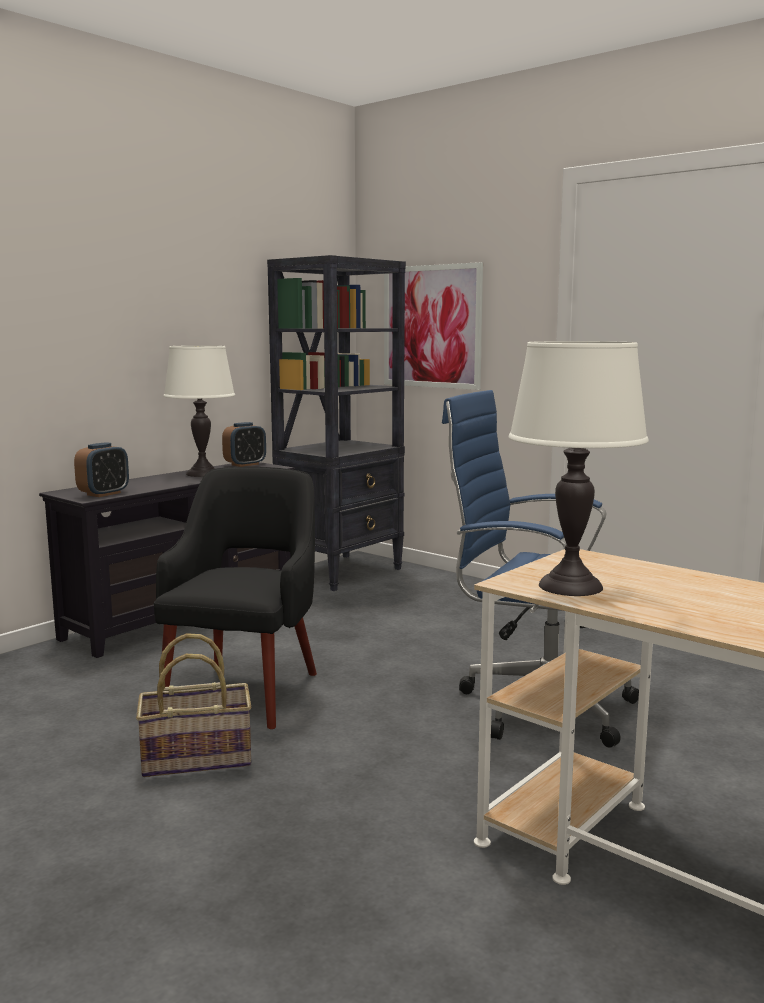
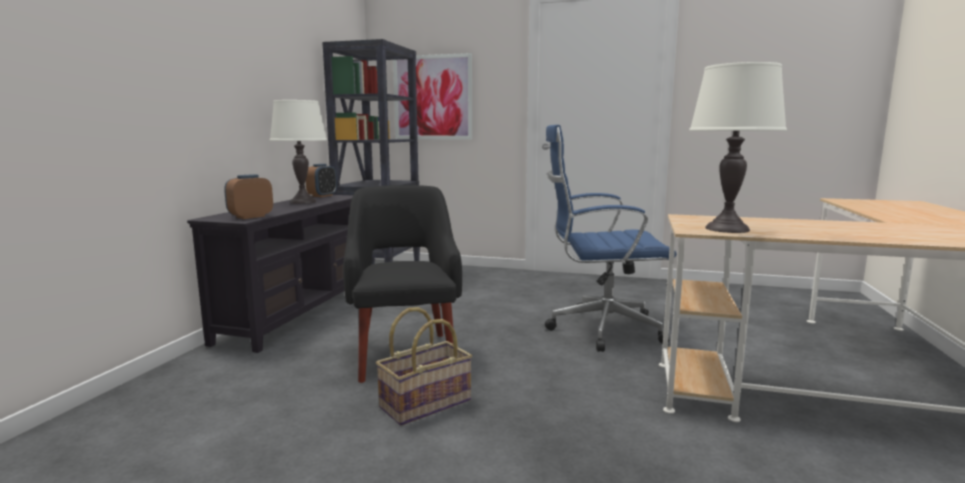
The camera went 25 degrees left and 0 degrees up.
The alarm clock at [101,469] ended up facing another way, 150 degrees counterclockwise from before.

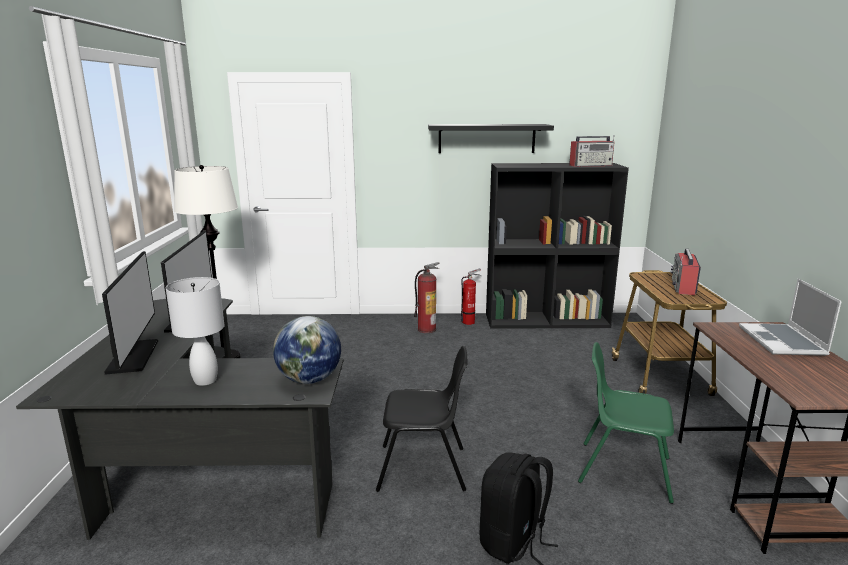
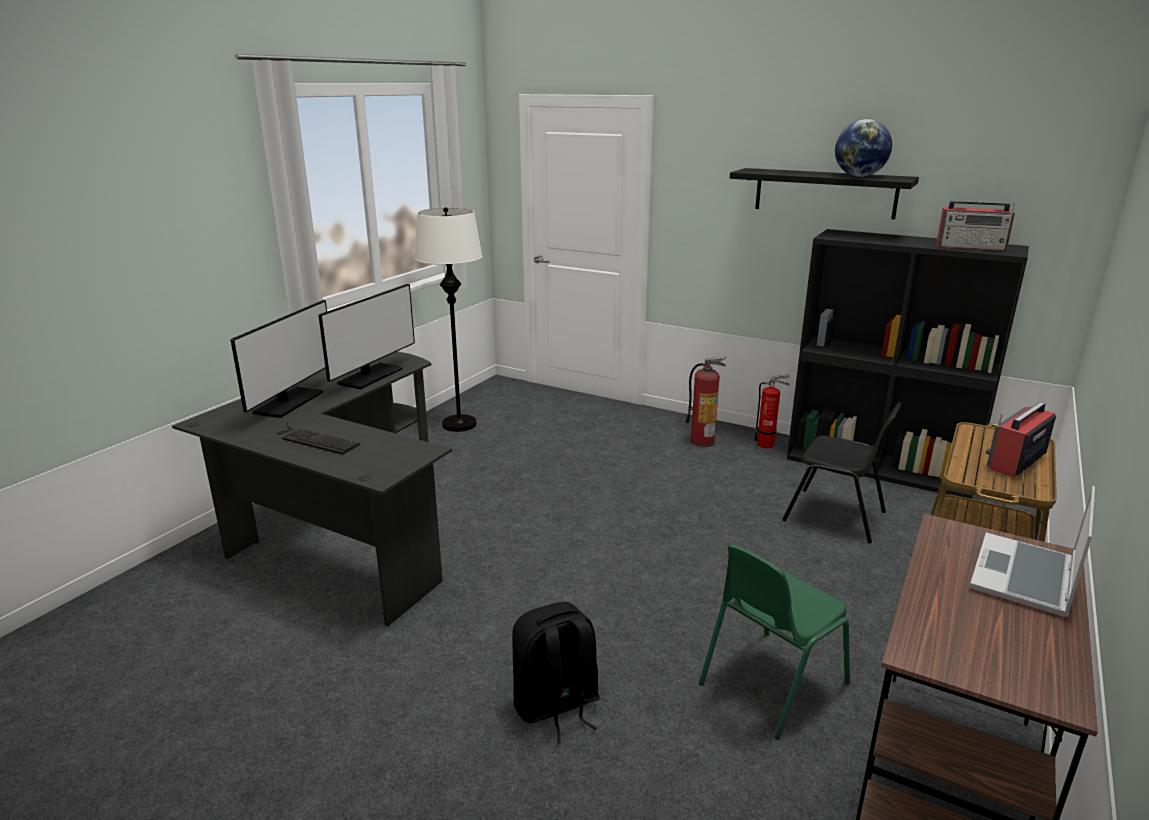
The camera went 30 degrees right and 5 degrees up.
The globe ended up elsewhere, having gone from [307,350] to [863,148].
The black chair ended up elsewhere, having gone from [422,419] to [842,472].
Where the white table lamp stood at [195,331], the keyboard came to stand at [318,438].
The green chair at [626,423] ended up facing another way, 90 degrees counterclockwise from before.

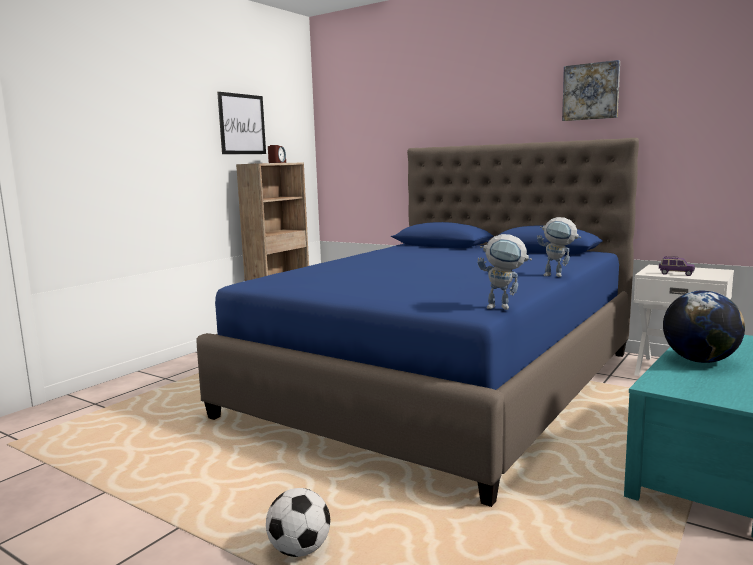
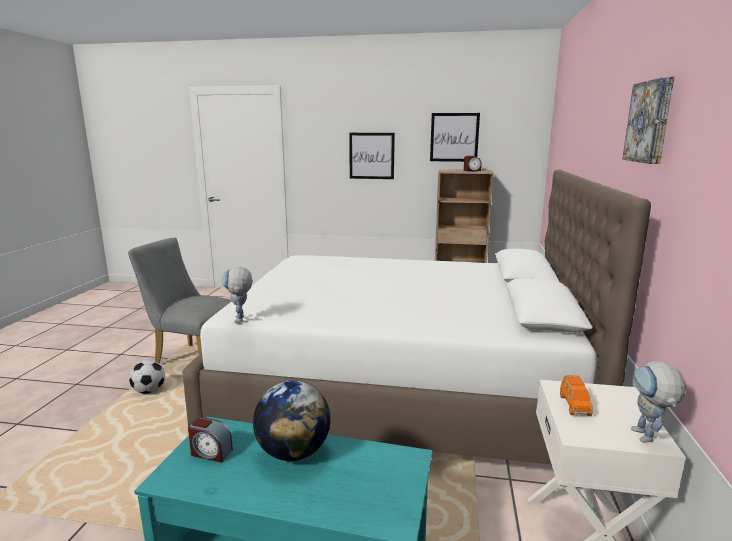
The camera went 65 degrees right and 5 degrees up.
The second view gained the grey chair at [180,301].
The second view gained the alarm clock at [210,440].
The second view gained the picture at [372,156].
The toy robot ended up elsewhere, having gone from [559,247] to [658,402].
What was the blue bed at [417,322] turned into the white bed at [416,316].
What was the purple toy car at [677,266] turned into the orange toy car at [576,395].

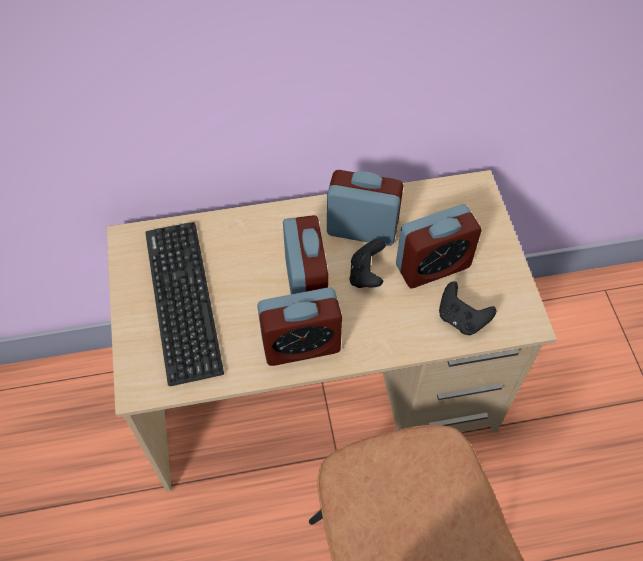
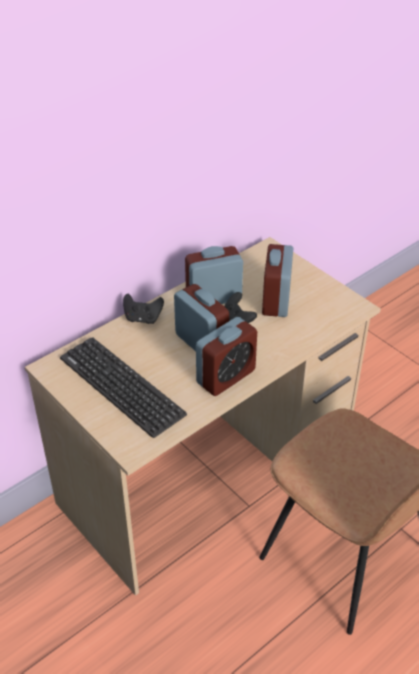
The camera went 30 degrees left and 15 degrees down.
The black game controller ended up elsewhere, having gone from [467,308] to [143,309].
The alarm clock at [439,246] ended up facing another way, 150 degrees clockwise from before.

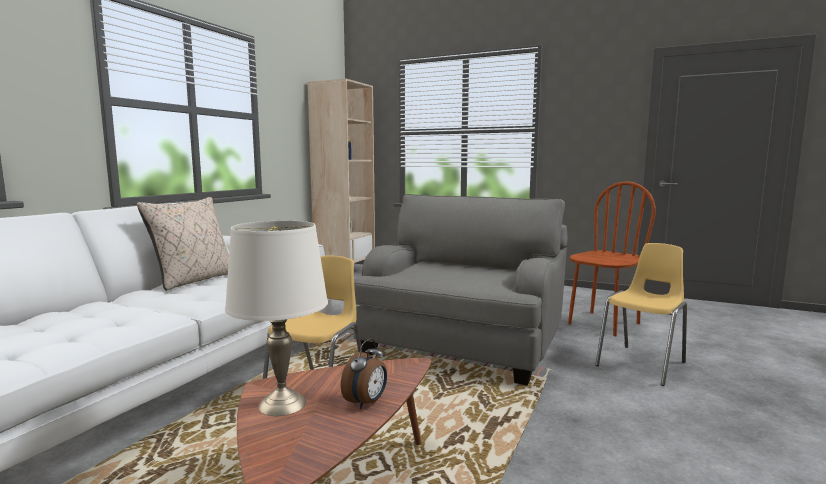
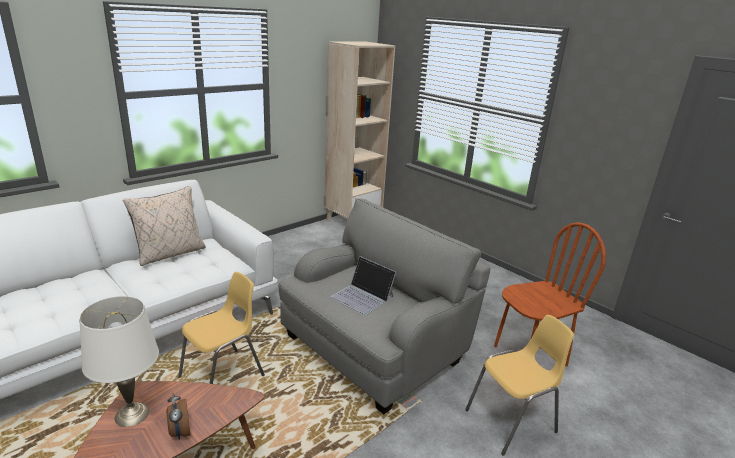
The camera went 20 degrees right and 15 degrees up.
The second view gained the laptop at [363,285].
The alarm clock at [364,373] ended up facing another way, 105 degrees clockwise from before.

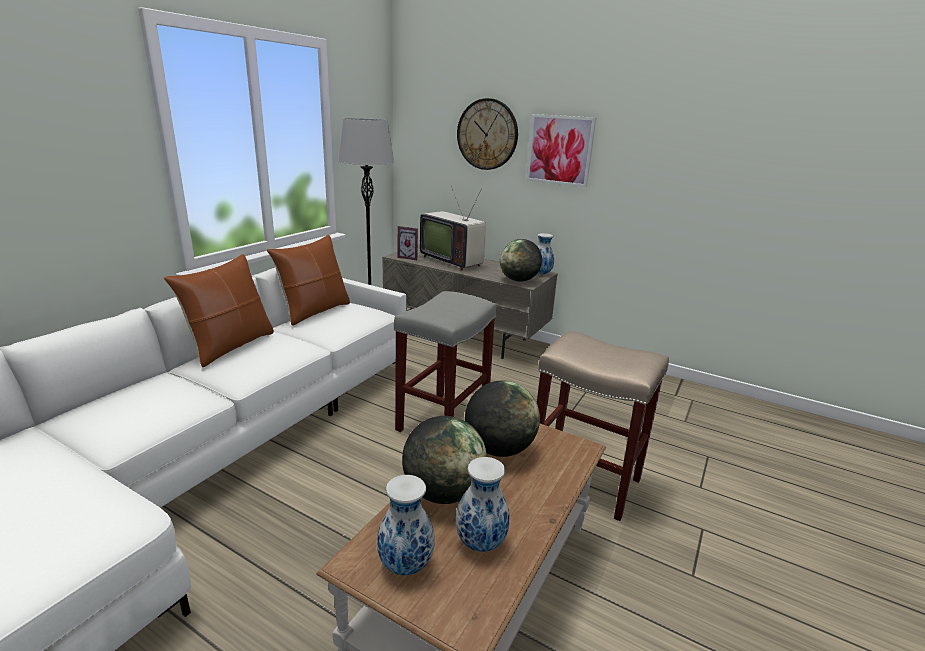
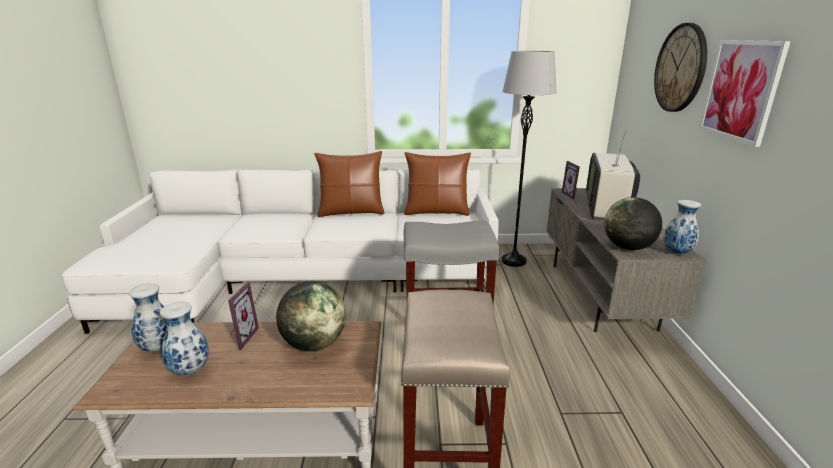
The camera went 60 degrees right and 0 degrees up.
Where the globe stood at [444,460], the picture frame came to stand at [243,315].

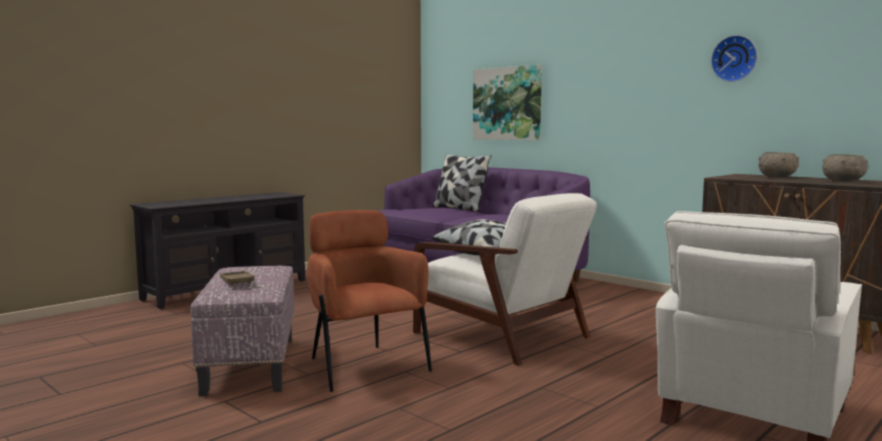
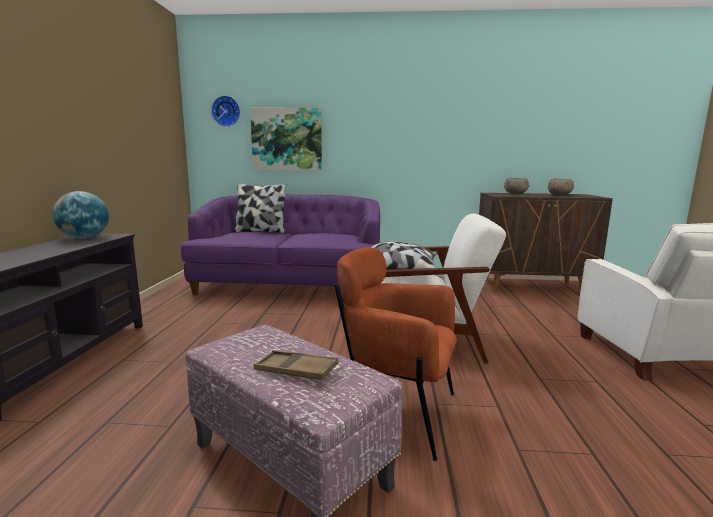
The camera went 40 degrees left and 5 degrees up.
The second view gained the globe at [80,215].
The wall clock ended up elsewhere, having gone from [734,58] to [225,111].

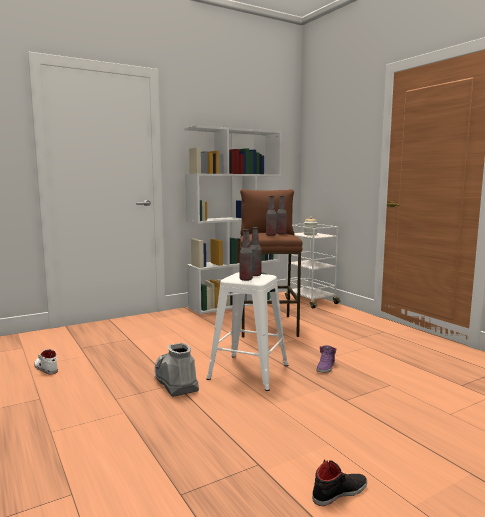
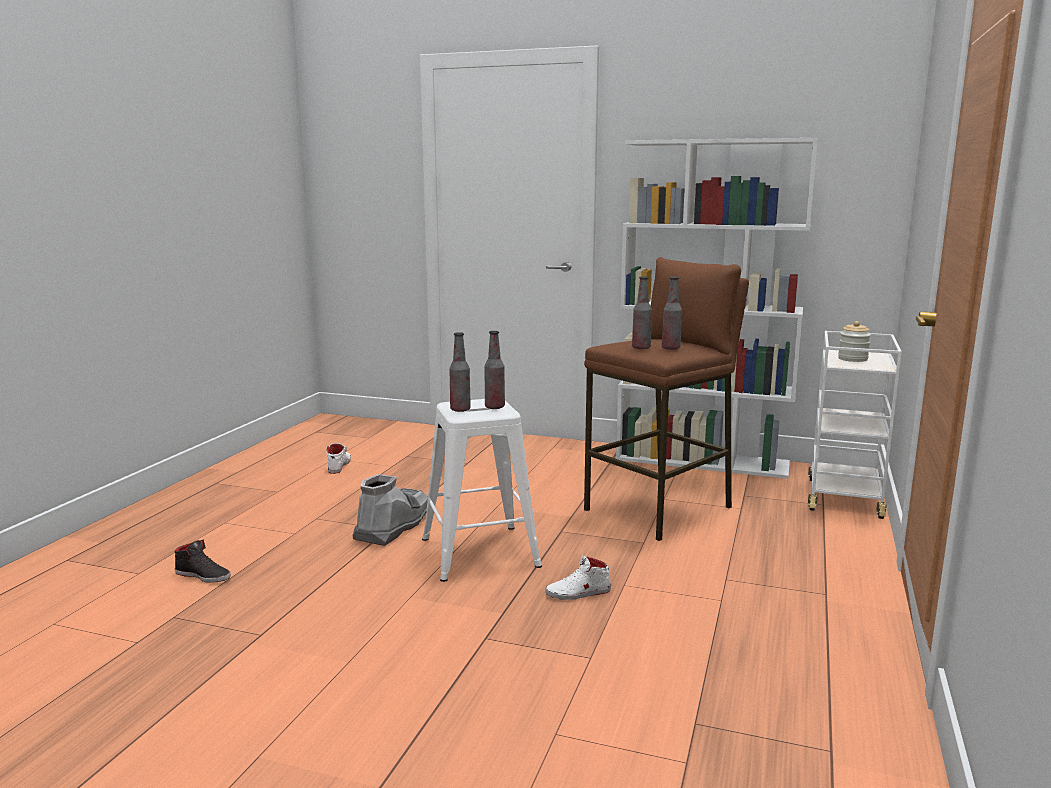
The camera went 50 degrees right and 5 degrees up.
The black shoe ended up elsewhere, having gone from [339,482] to [203,561].
What was the purple shoe at [326,359] turned into the white shoe at [578,577].

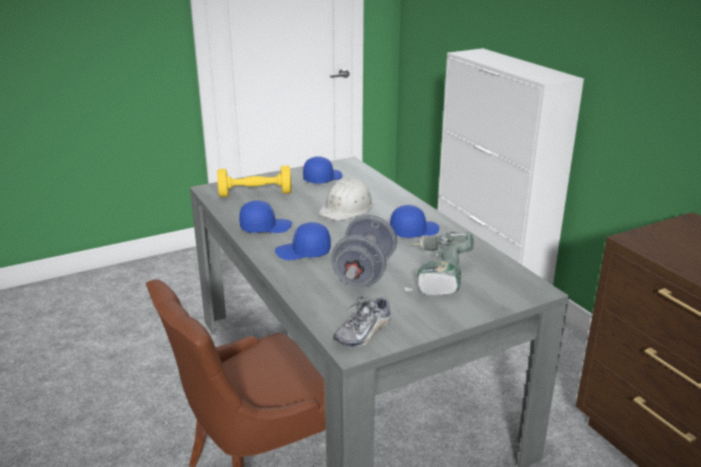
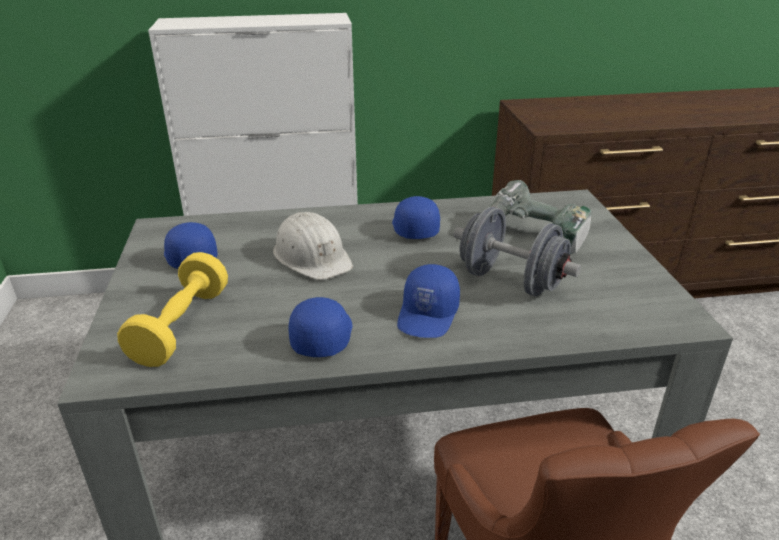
The camera went 70 degrees left and 5 degrees up.
The second view lost the shoe at [362,321].

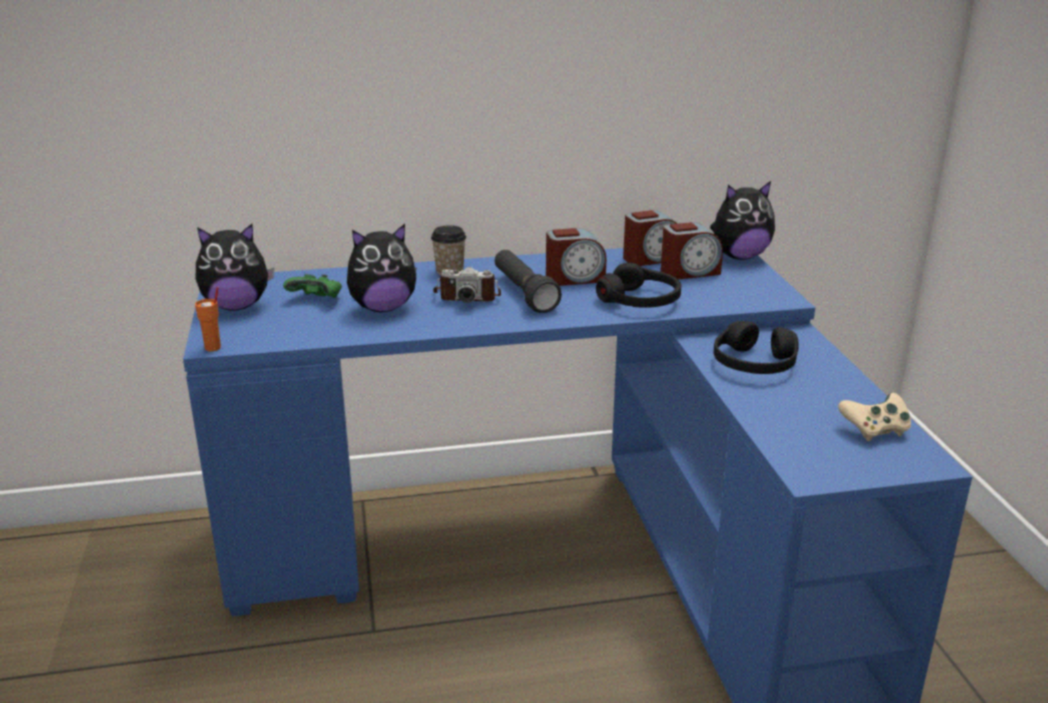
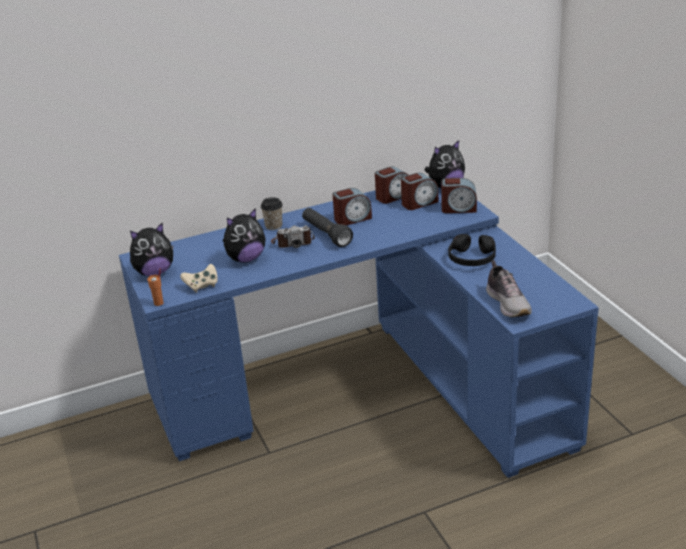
The camera went 10 degrees left and 5 degrees up.
The second view lost the green game controller at [312,286].
The second view lost the black headphones at [638,285].
The second view gained the alarm clock at [459,195].
The second view gained the shoe at [509,288].
The beige game controller ended up elsewhere, having gone from [874,417] to [199,278].

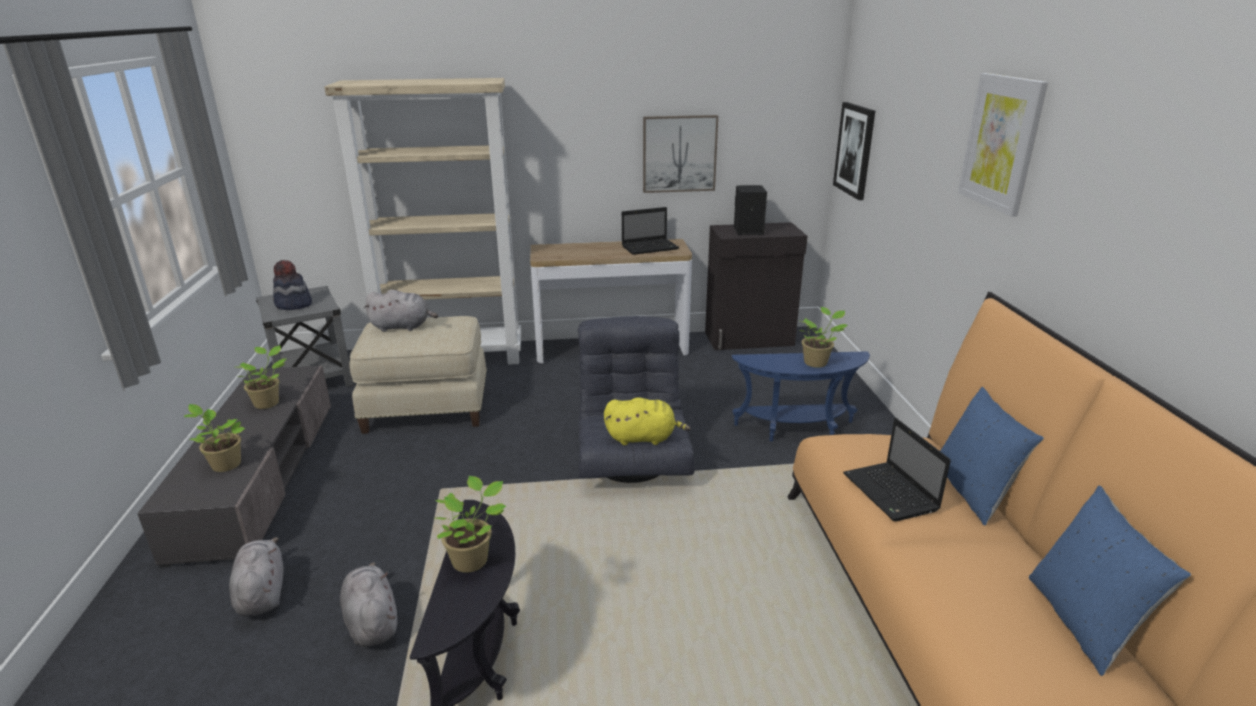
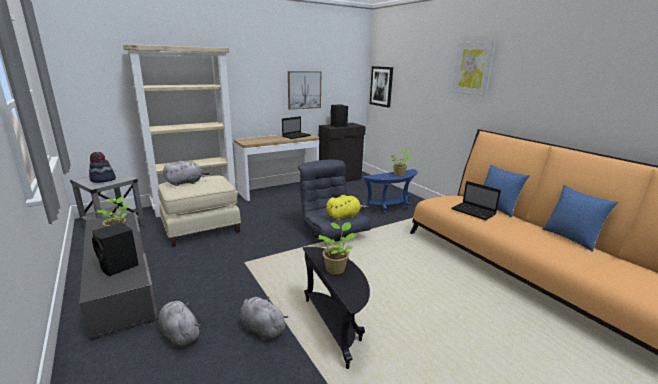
The camera went 25 degrees left and 5 degrees down.
Where the potted plant stood at [214,438], the black speaker came to stand at [115,249].

